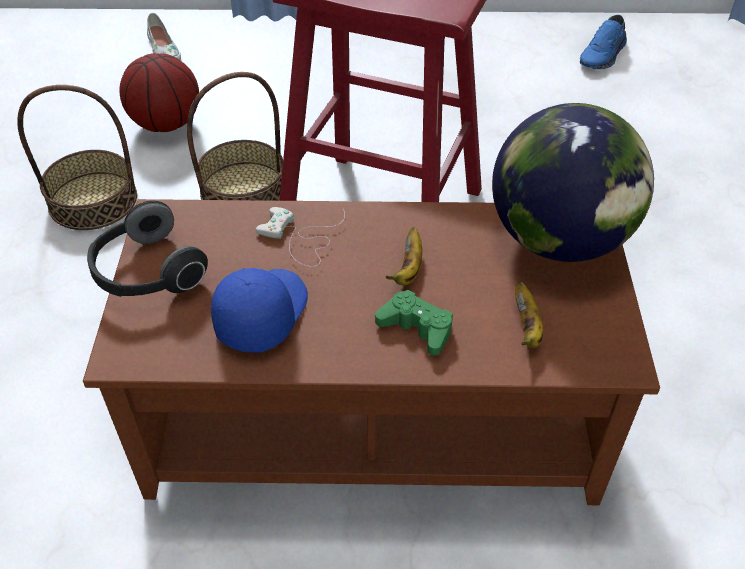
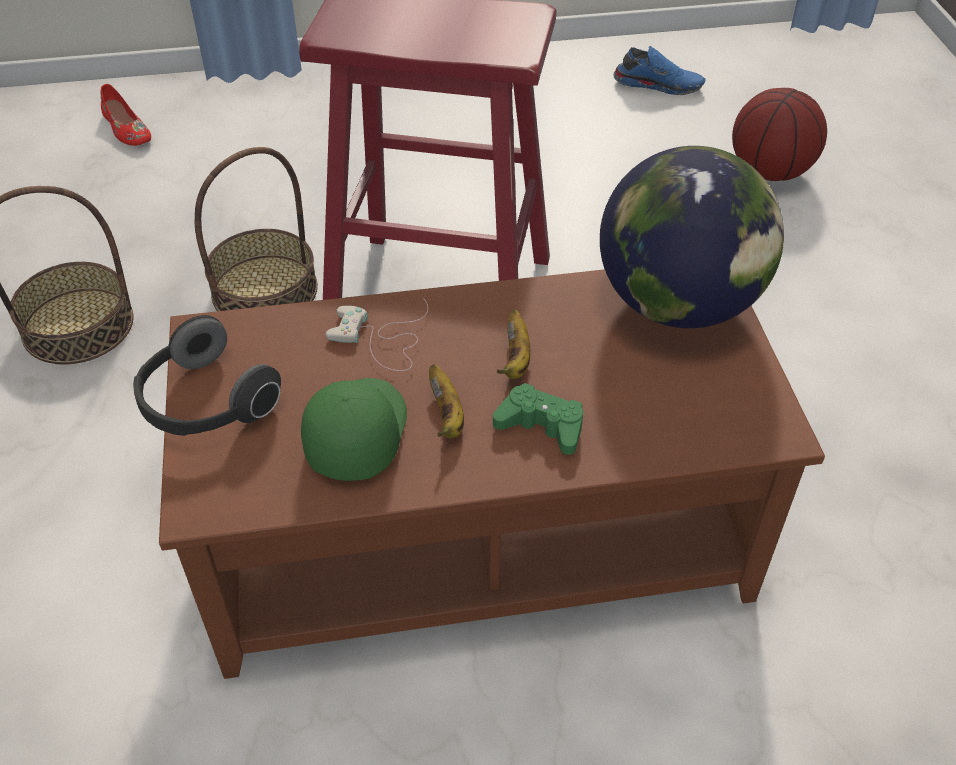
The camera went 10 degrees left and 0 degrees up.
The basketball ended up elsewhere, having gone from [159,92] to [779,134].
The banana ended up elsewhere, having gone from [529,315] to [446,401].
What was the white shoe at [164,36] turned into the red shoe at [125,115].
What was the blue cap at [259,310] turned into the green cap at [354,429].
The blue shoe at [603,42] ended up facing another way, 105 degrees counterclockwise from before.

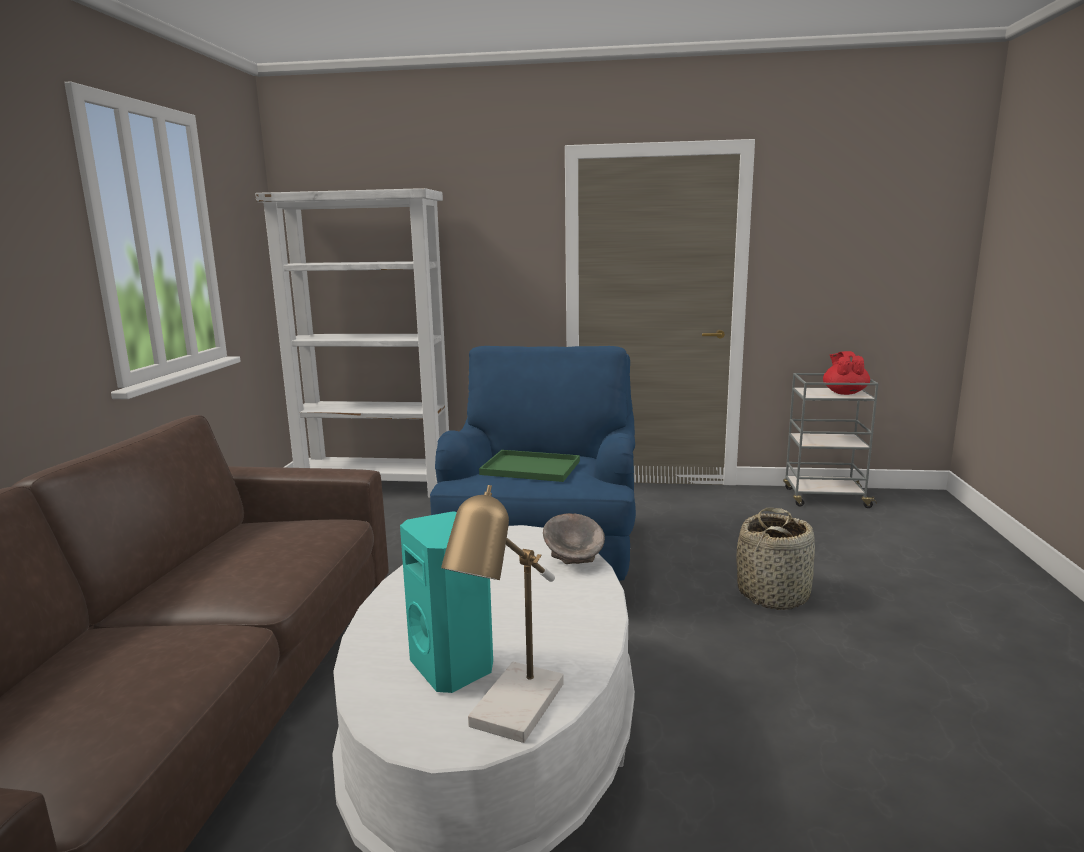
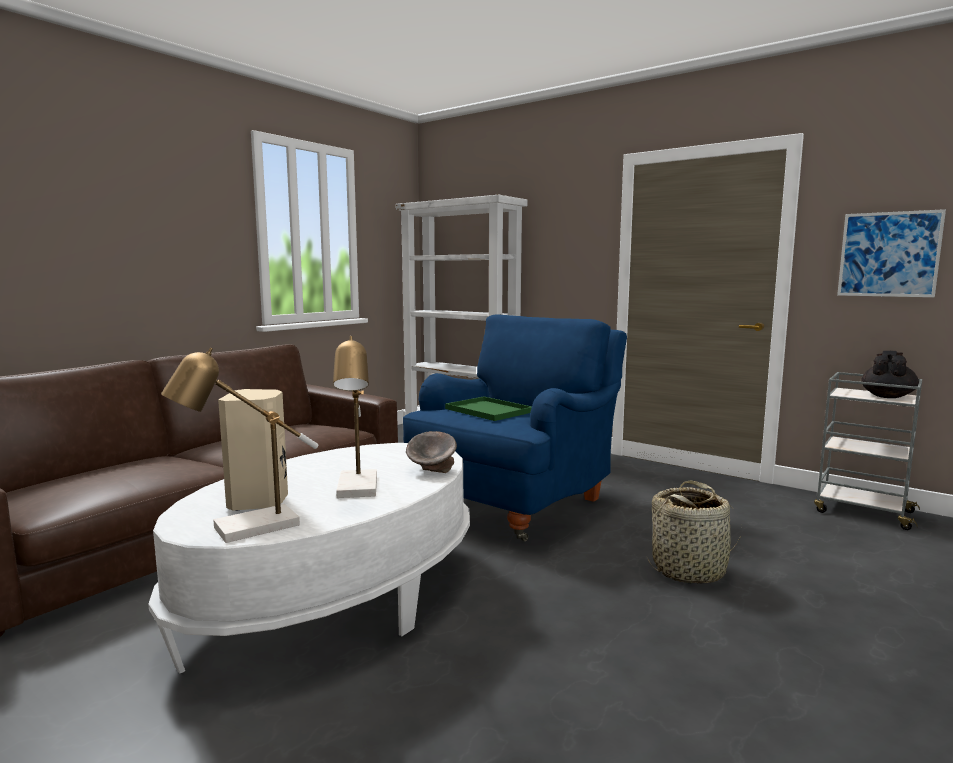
The camera went 30 degrees right and 5 degrees down.
The second view gained the table lamp at [355,417].
The second view gained the picture at [891,253].
What was the turquoise speaker at [446,602] turned into the beige speaker at [253,450].
What was the red teapot at [846,373] turned into the black teapot at [890,374].

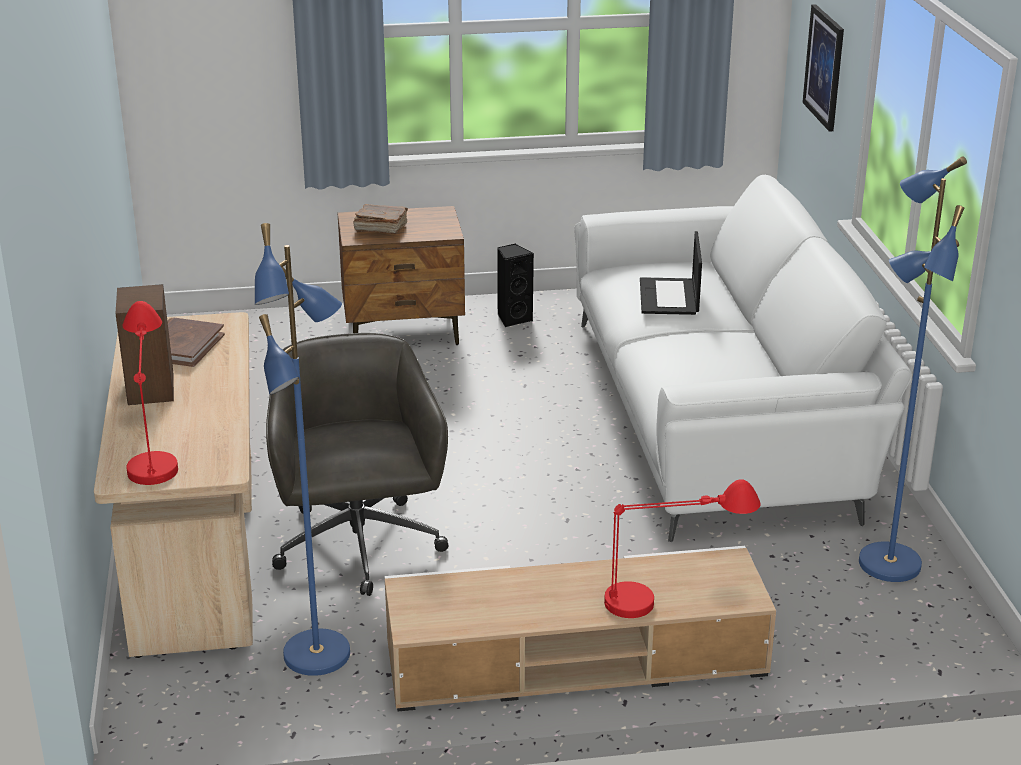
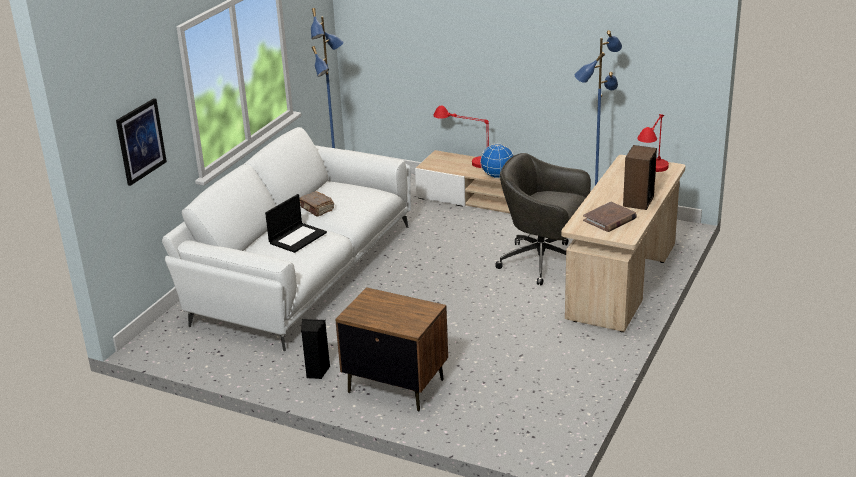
The camera went 145 degrees left and 0 degrees up.
The second view gained the globe at [497,161].
The brown book ended up elsewhere, having gone from [380,219] to [317,203].
The grey office chair at [357,464] ended up facing another way, 90 degrees clockwise from before.

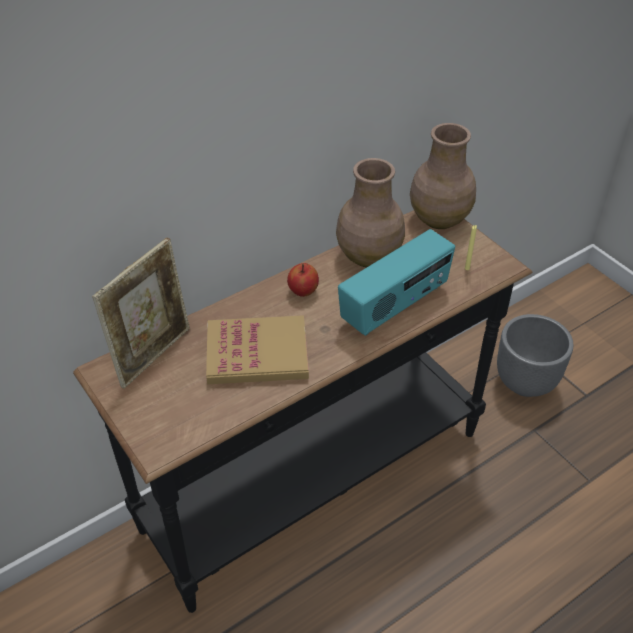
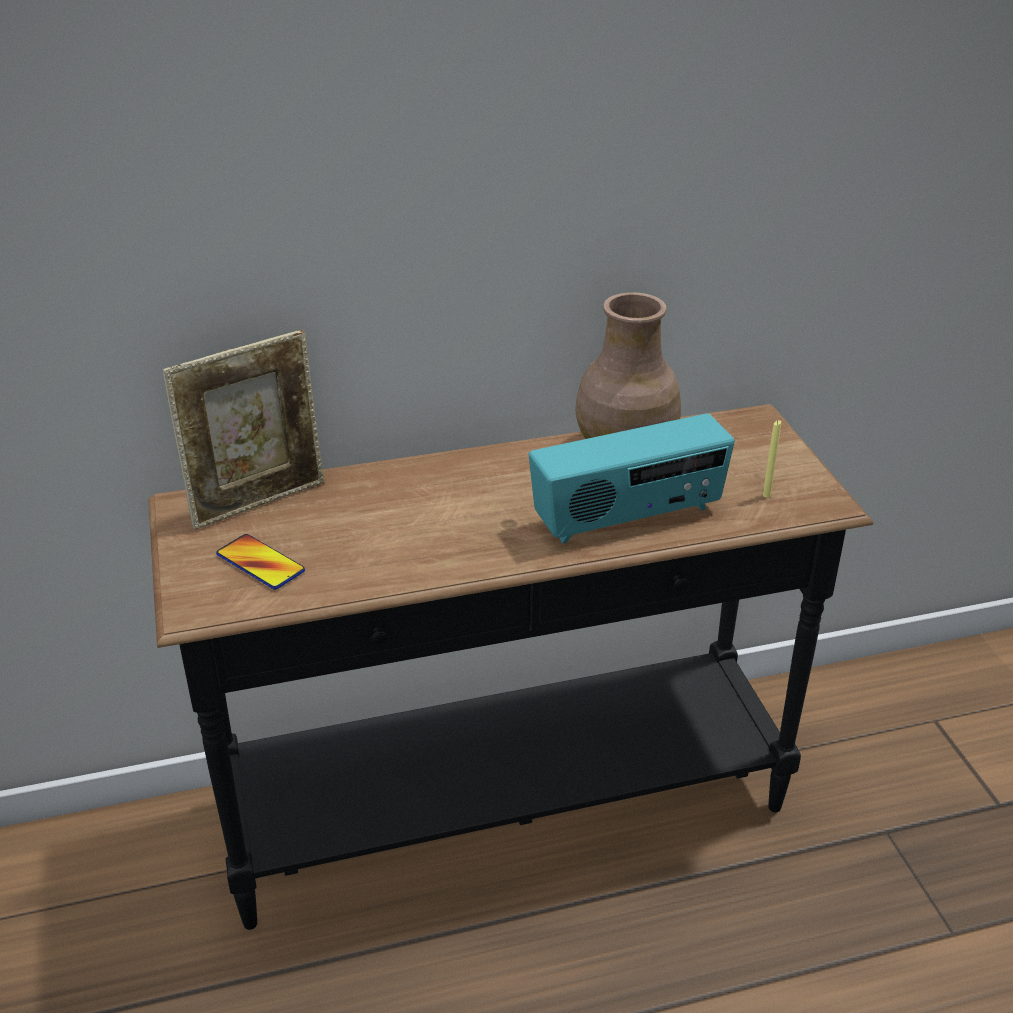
The camera went 20 degrees right and 10 degrees down.
The second view lost the book at [257,349].
The second view lost the apple at [303,280].
The second view lost the brown vase at [443,176].
The second view lost the grey planter at [535,355].
The second view gained the phone at [260,561].

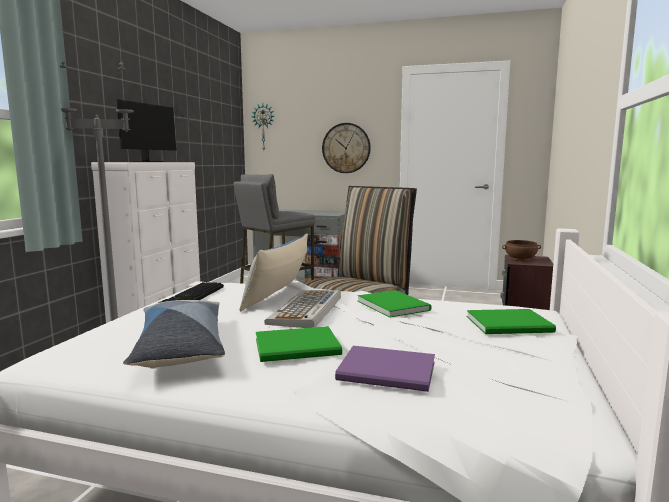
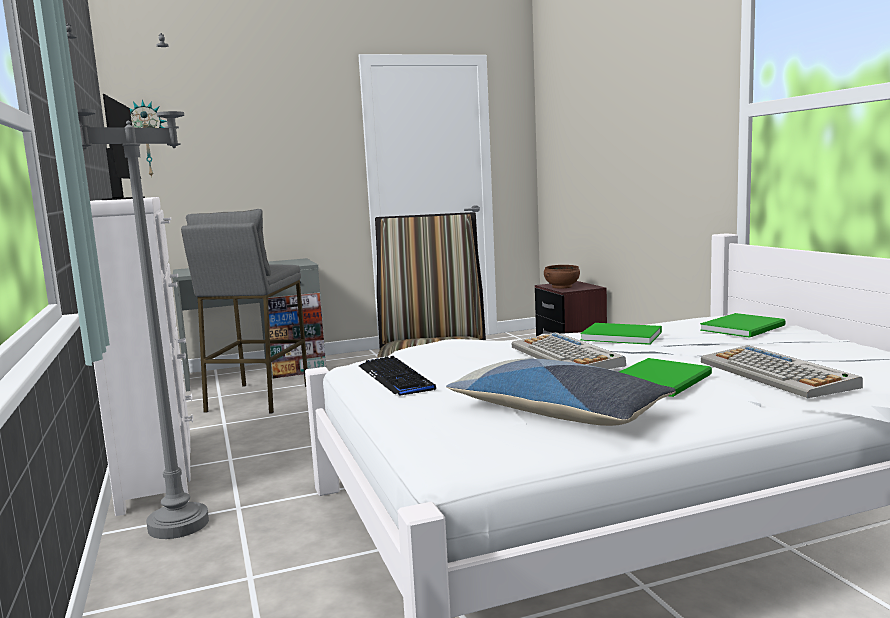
The camera went 35 degrees left and 0 degrees up.
The second view lost the pillow at [273,272].
The second view lost the wall clock at [346,148].
Where the purple book stood at [385,369], the keyboard came to stand at [782,371].

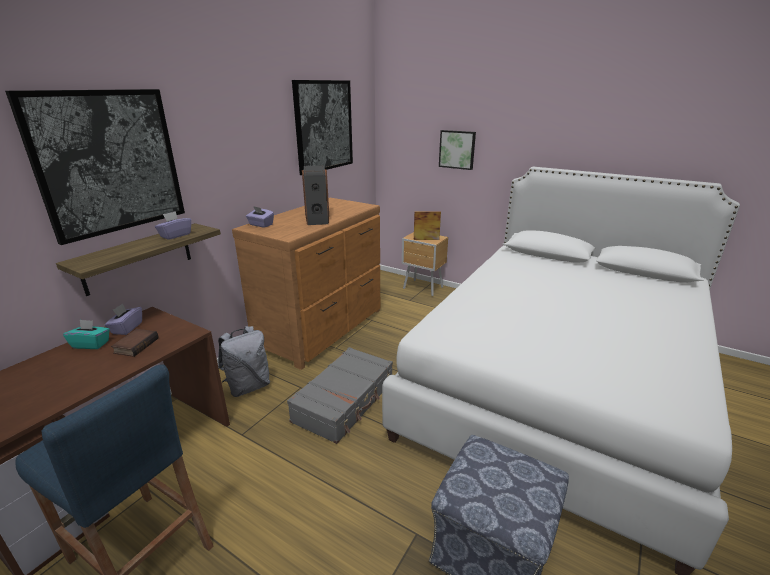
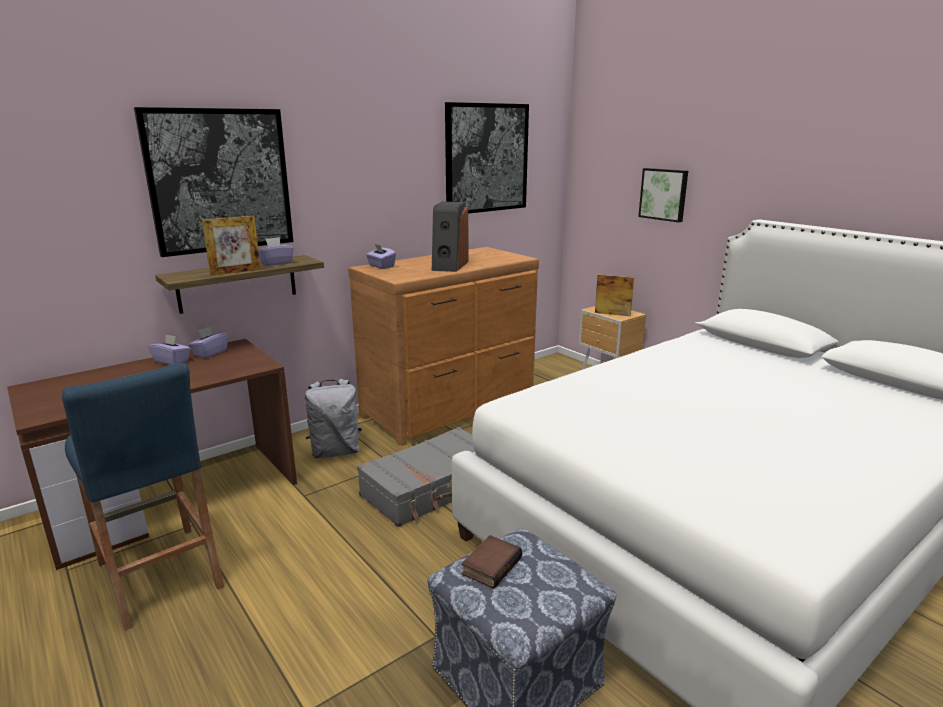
The camera went 20 degrees right and 5 degrees down.
The second view gained the picture frame at [231,246].
The book ended up elsewhere, having gone from [135,343] to [492,562].
What was the turquoise tissue box at [86,334] turned into the purple tissue box at [169,349].

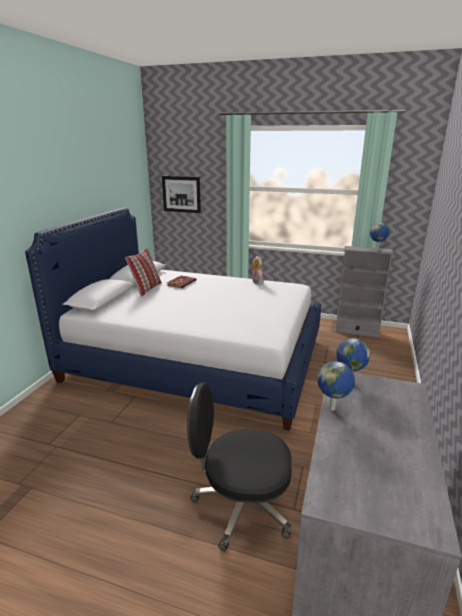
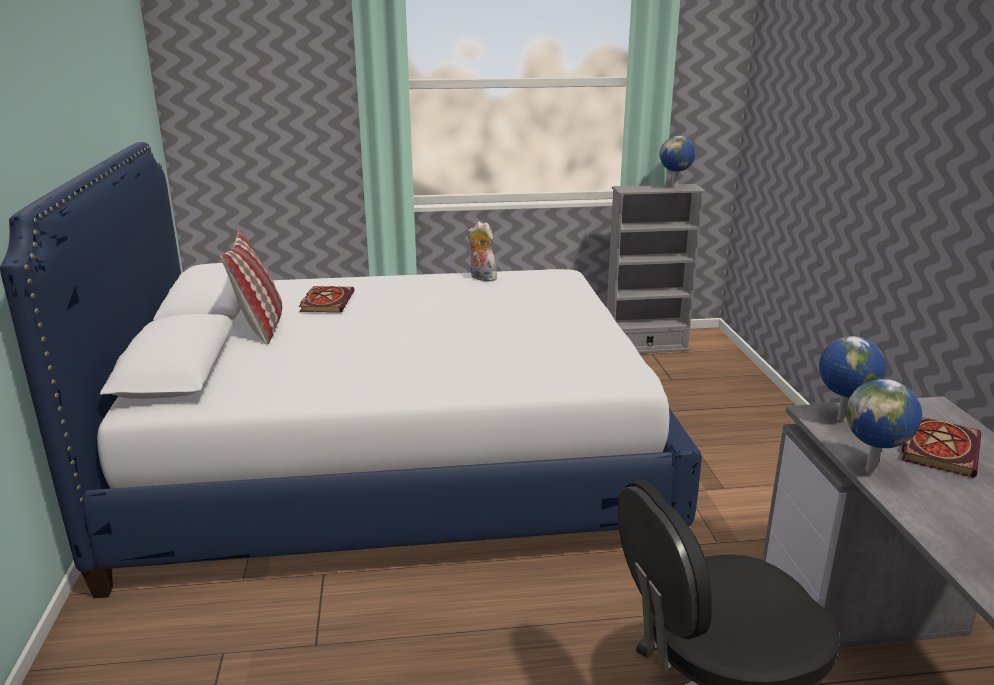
The camera went 25 degrees left and 0 degrees up.
The second view lost the picture at [181,194].
The second view gained the book at [941,447].

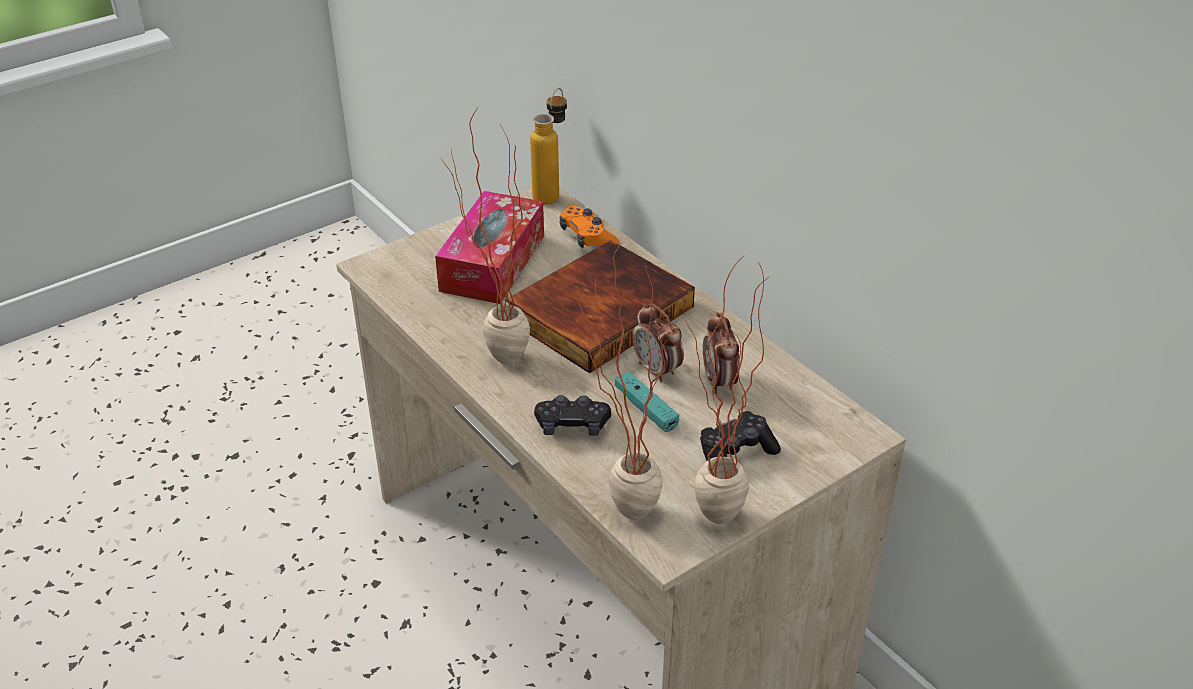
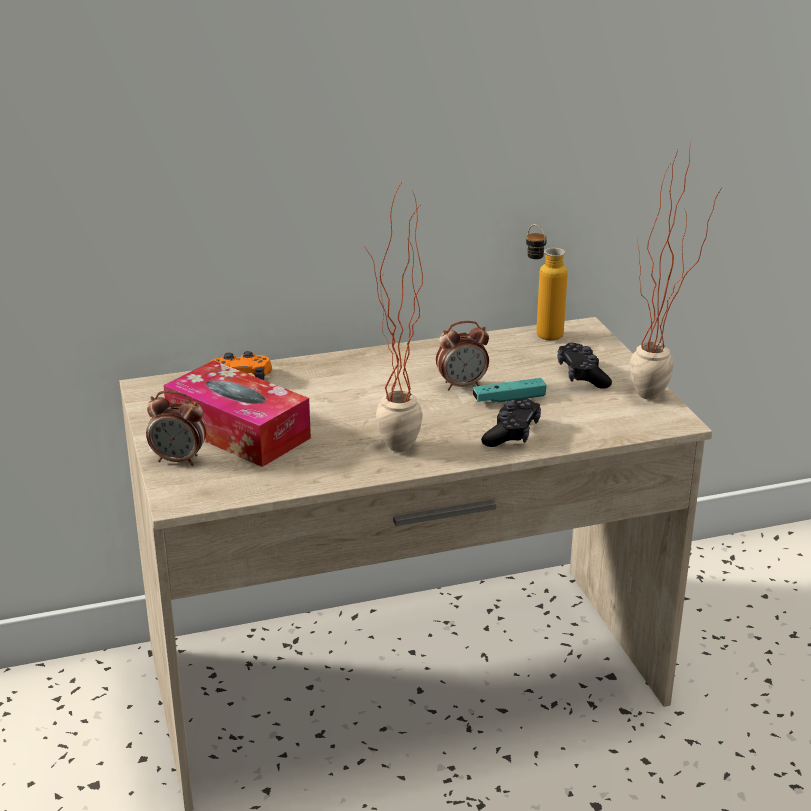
The camera went 70 degrees left and 10 degrees down.
The second view lost the book at [600,307].
The second view lost the potted plant at [619,381].
The bottle ended up elsewhere, having gone from [548,146] to [547,282].
The alarm clock ended up elsewhere, having gone from [721,353] to [176,428].

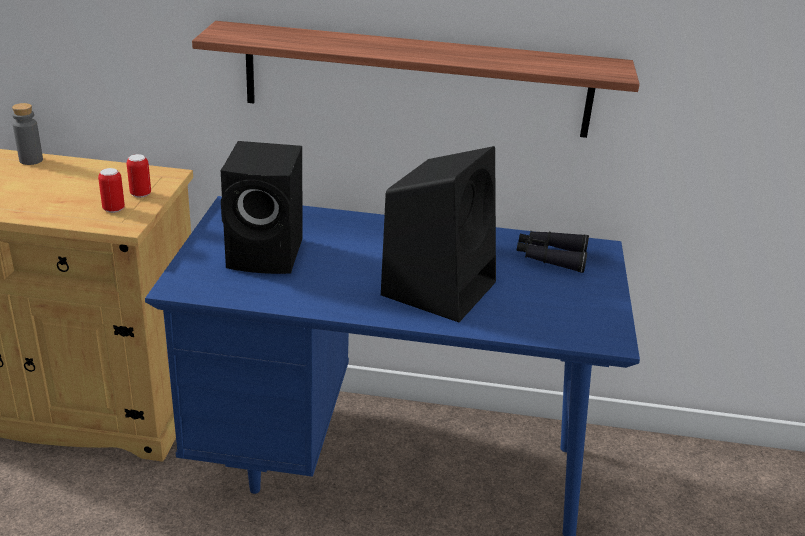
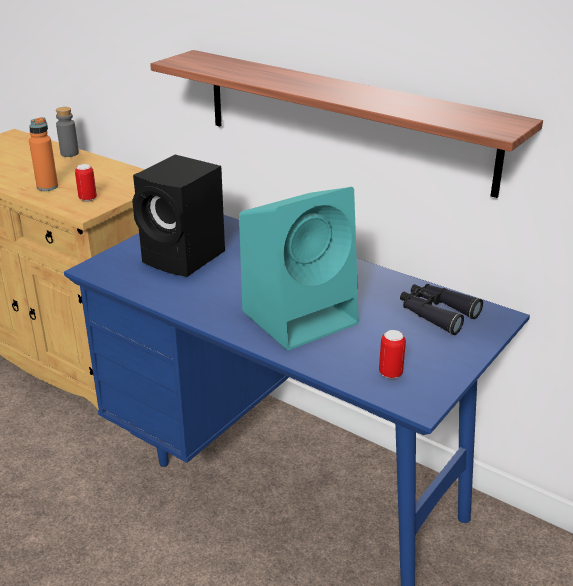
The camera went 30 degrees right and 0 degrees up.
The second view gained the orange bottle at [43,154].
The can ended up elsewhere, having gone from [138,176] to [392,354].
What was the black speaker at [438,234] turned into the turquoise speaker at [299,268].

